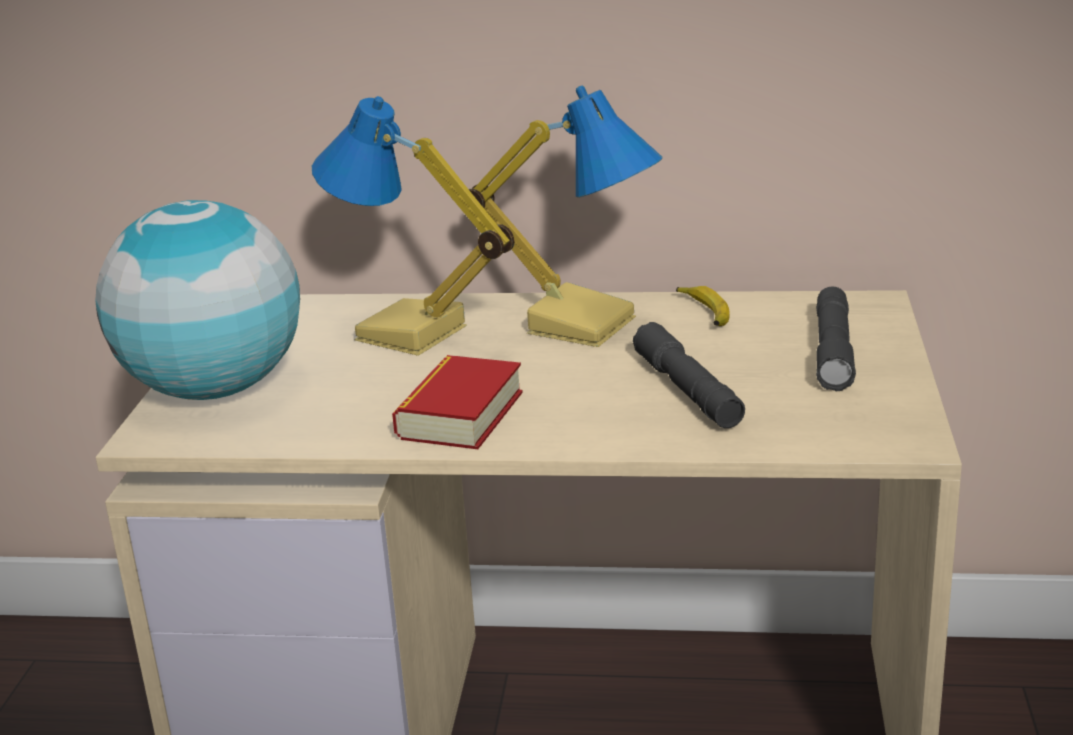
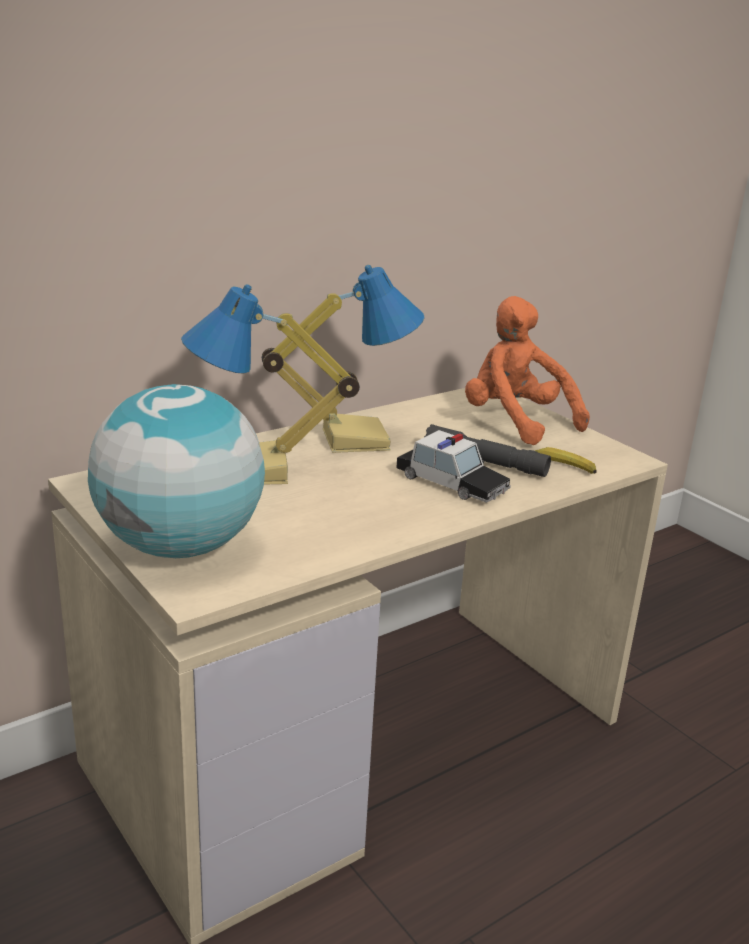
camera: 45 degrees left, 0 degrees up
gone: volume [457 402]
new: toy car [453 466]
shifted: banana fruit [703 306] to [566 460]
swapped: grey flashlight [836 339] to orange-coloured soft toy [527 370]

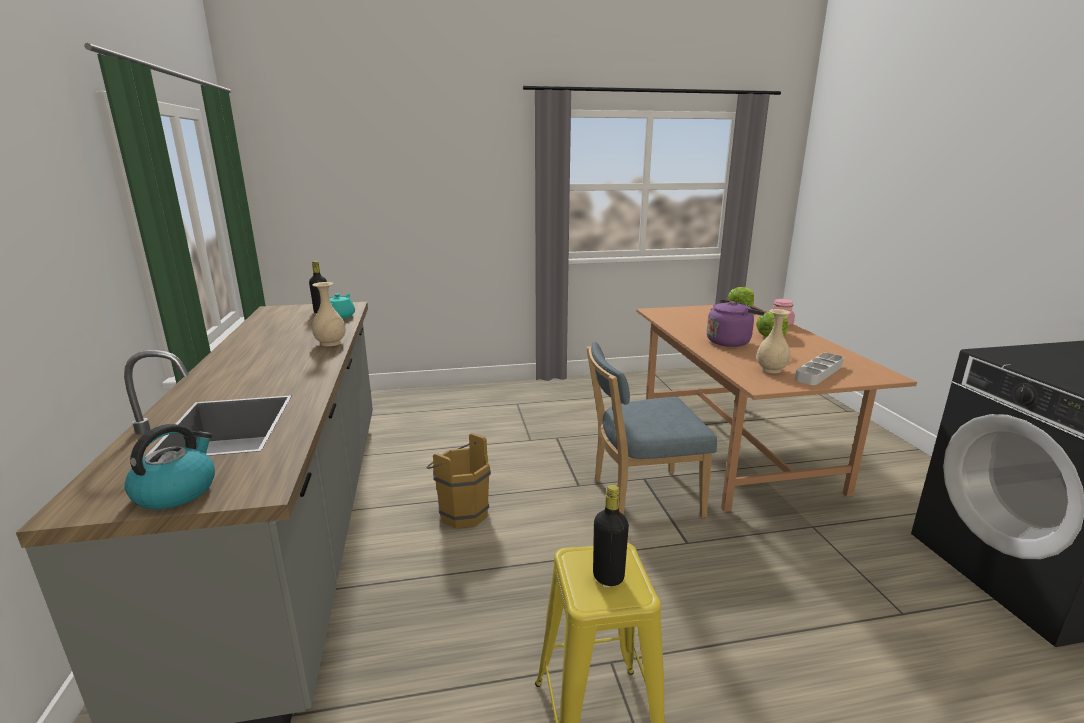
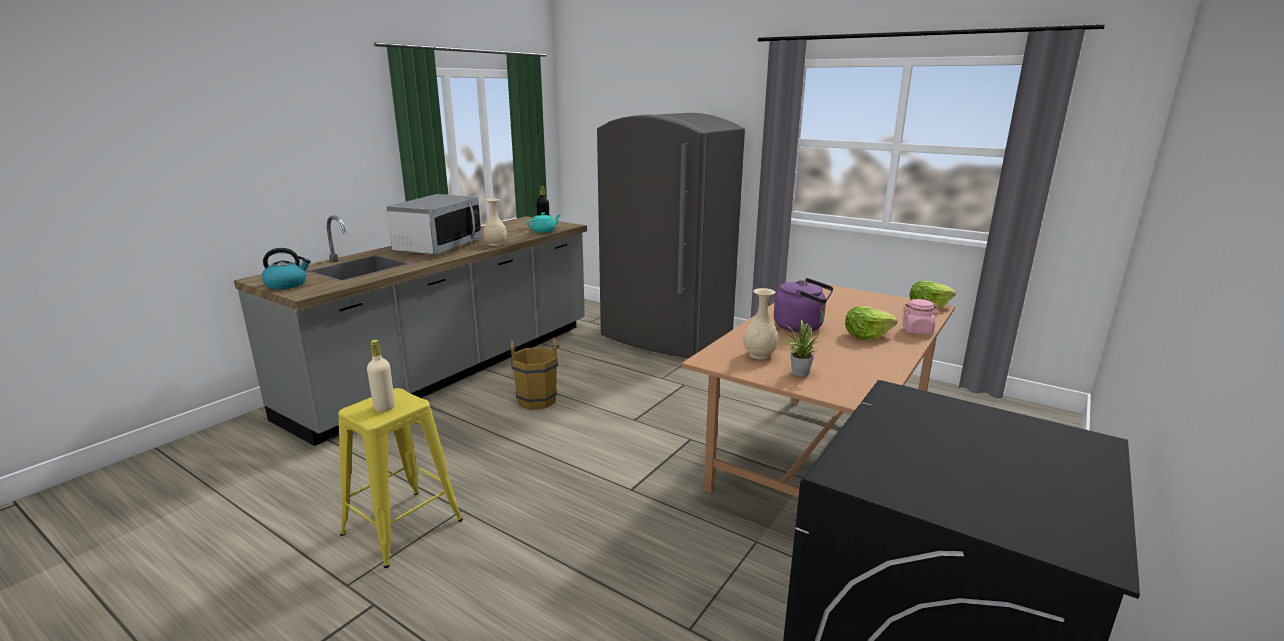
camera: 45 degrees right, 0 degrees up
gone: bluish upright chair [652 429]
new: microwave oven [434 224]; grey fridge [671 235]
swapped: grey serving tray [819 369] to potted plant [803 348]
repainted: black-coloured drink bottle [611 535] to beige drink bottle [381 375]

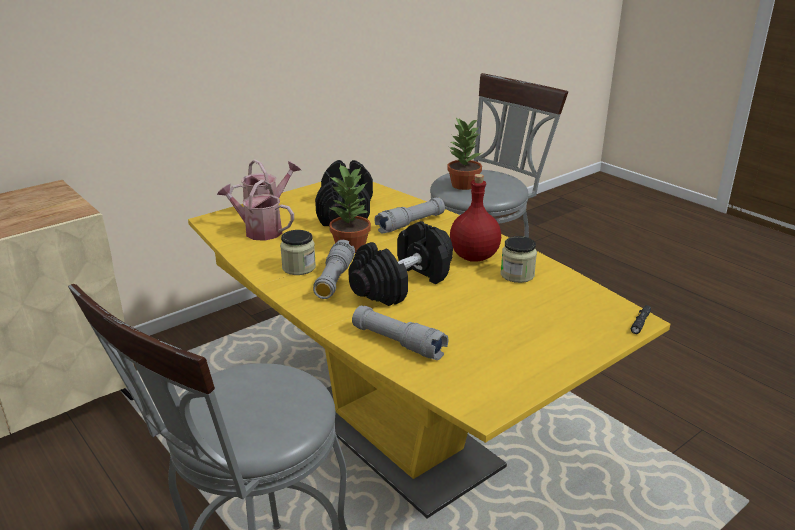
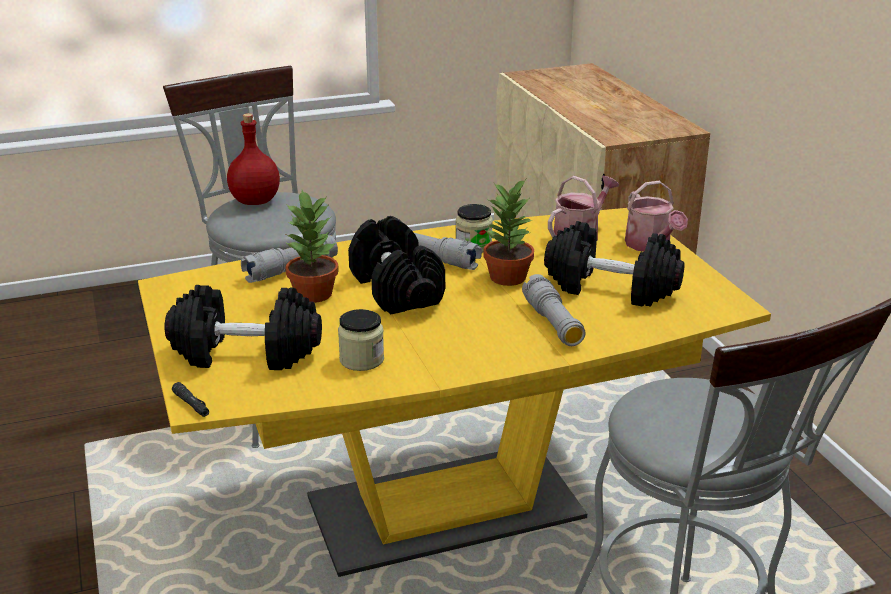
camera: 110 degrees right, 0 degrees up
new: black-coloured free weight [243 327]
shifted: potted plant [465 153] to [312 246]; red-coloured drink bottle [475 218] to [253 159]

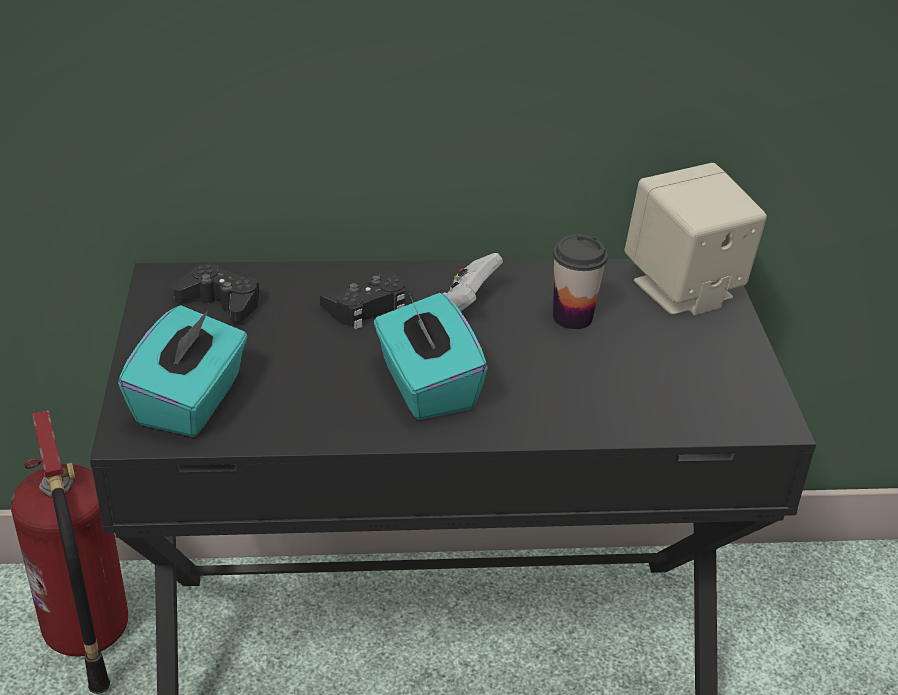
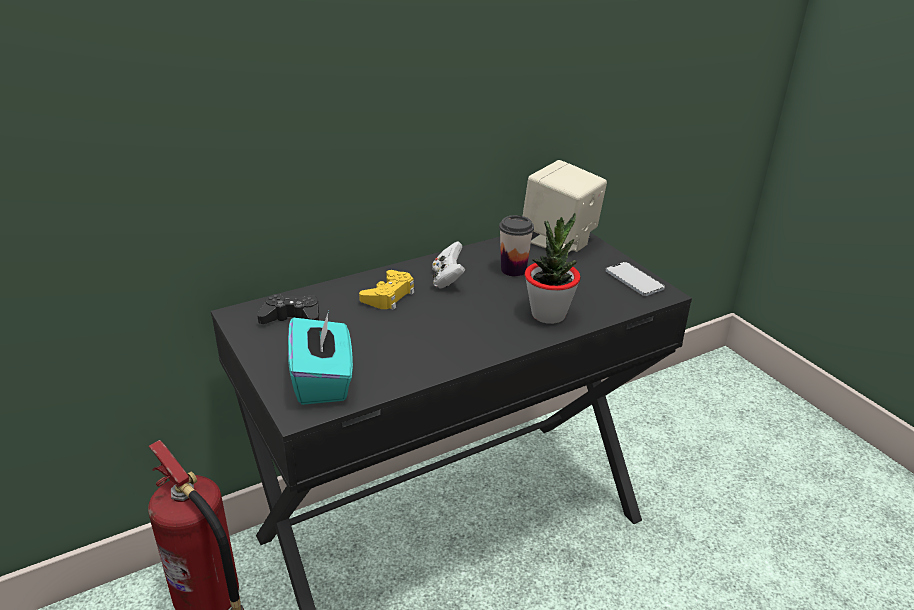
camera: 25 degrees left, 5 degrees down
gone: turquoise tissue holder [431 356]
new: potted plant [553 268]; handset [635 279]
repainted: black-coloured game controller [363 299] to yellowish game controller [387 290]

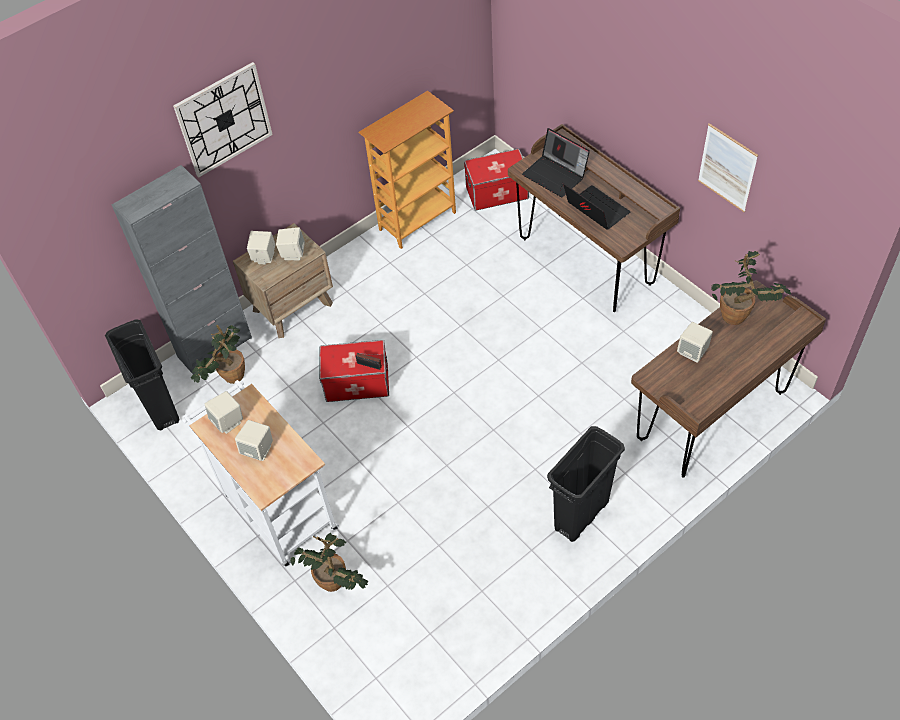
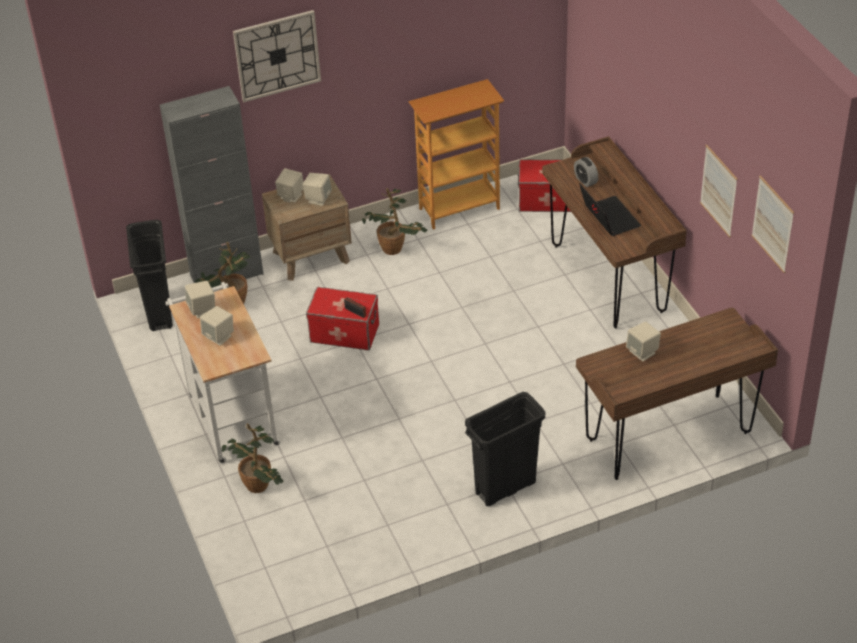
camera: 15 degrees right, 10 degrees down
new: wall art [773 224]
shifted: potted plant [751 288] to [395 221]
swapped: portable computer [556 162] to bedside clock [586 172]

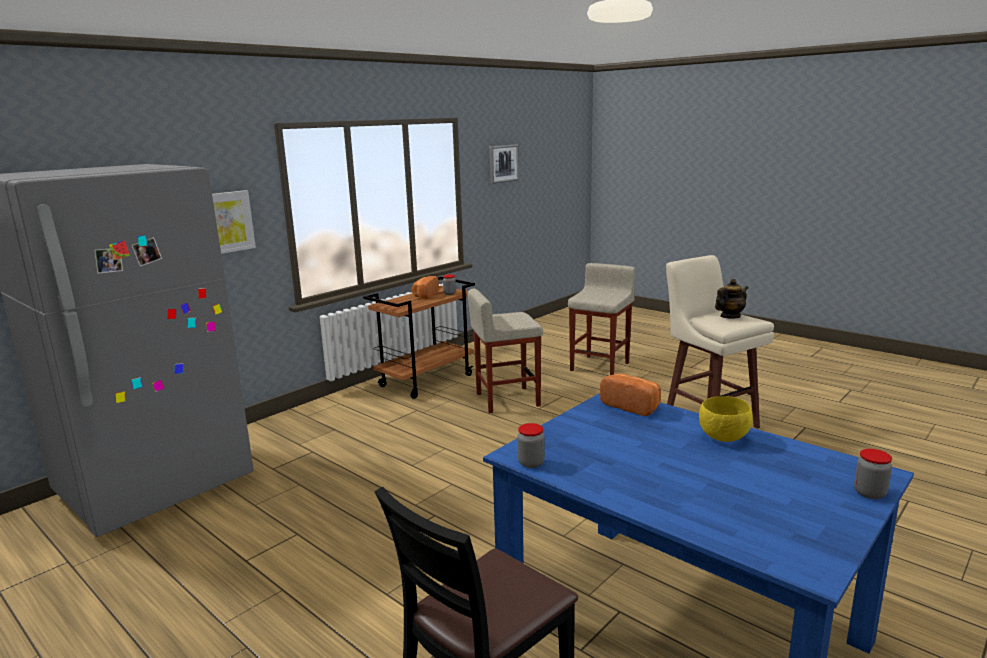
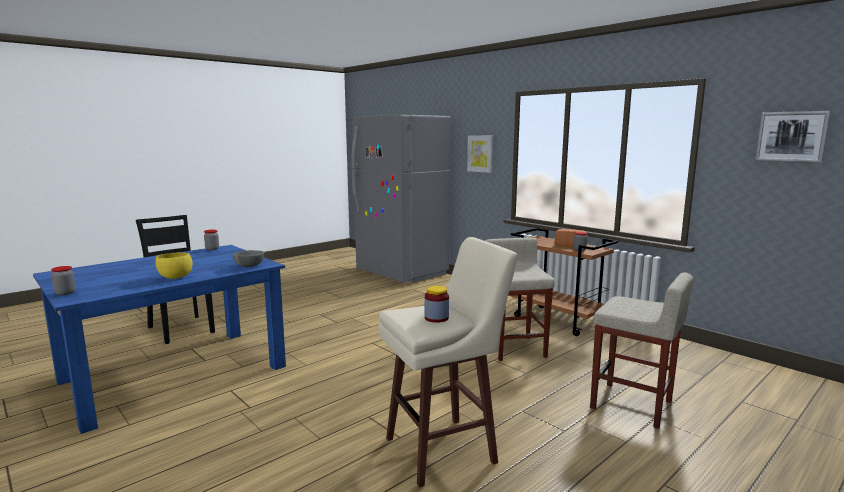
camera: 95 degrees right, 5 degrees down
swapped: bakery bread [630 395] to grey bowl [248 258]; pot for tea [731 298] to preserve jar [437 304]

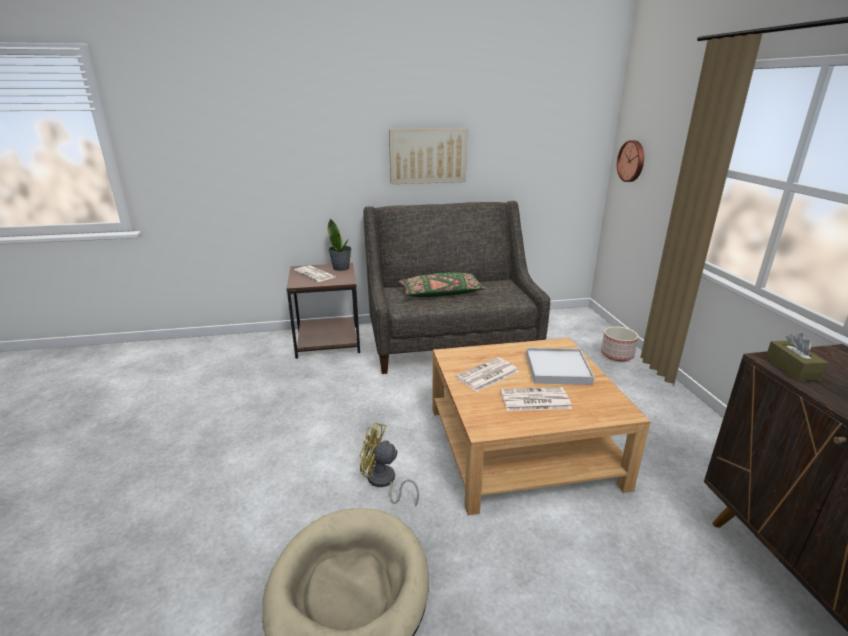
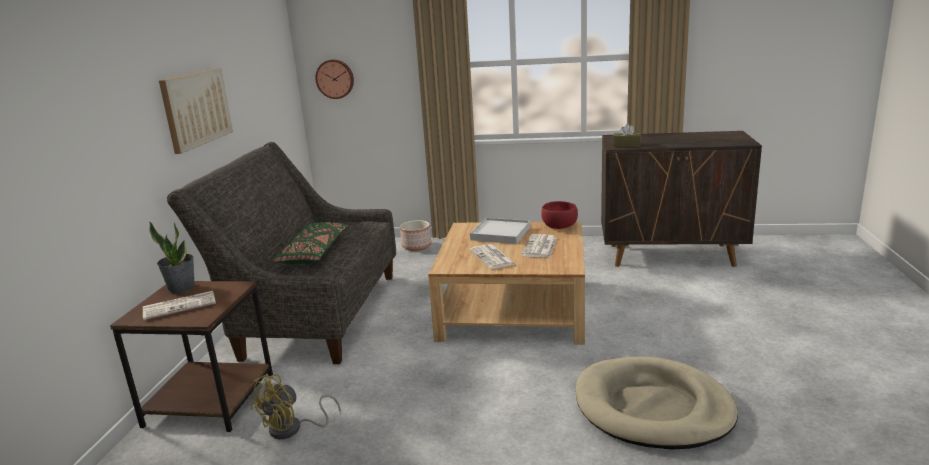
camera: 70 degrees left, 5 degrees down
new: red-coloured bowl [559 215]
shifted: yellowish fan [389 464] to [296 406]

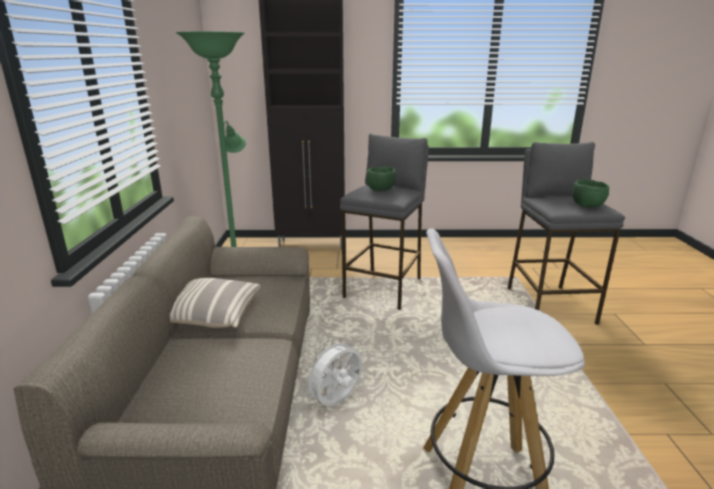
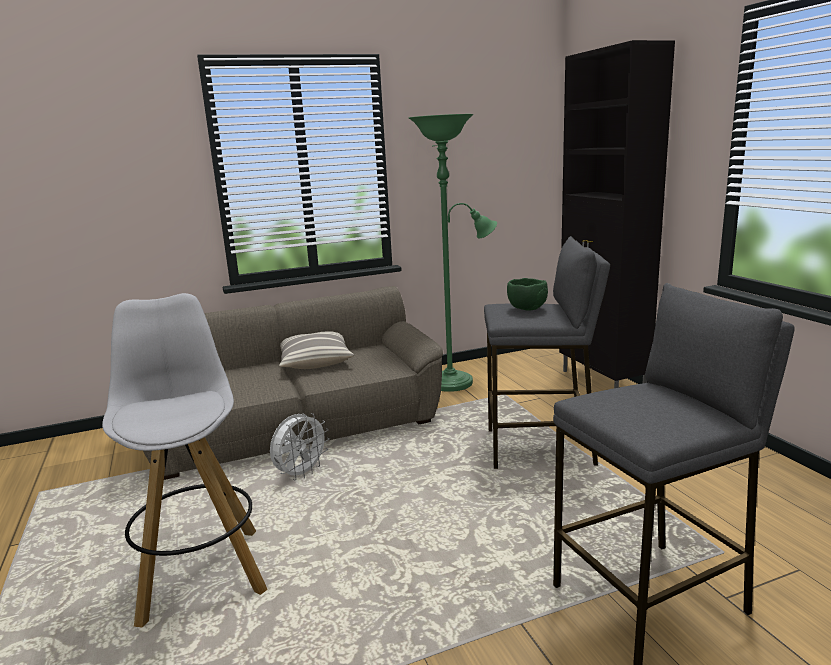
camera: 70 degrees right, 5 degrees down
gone: green bowl [590 193]
rotated: whitish fan [332 372] = [299 446] 105 degrees clockwise

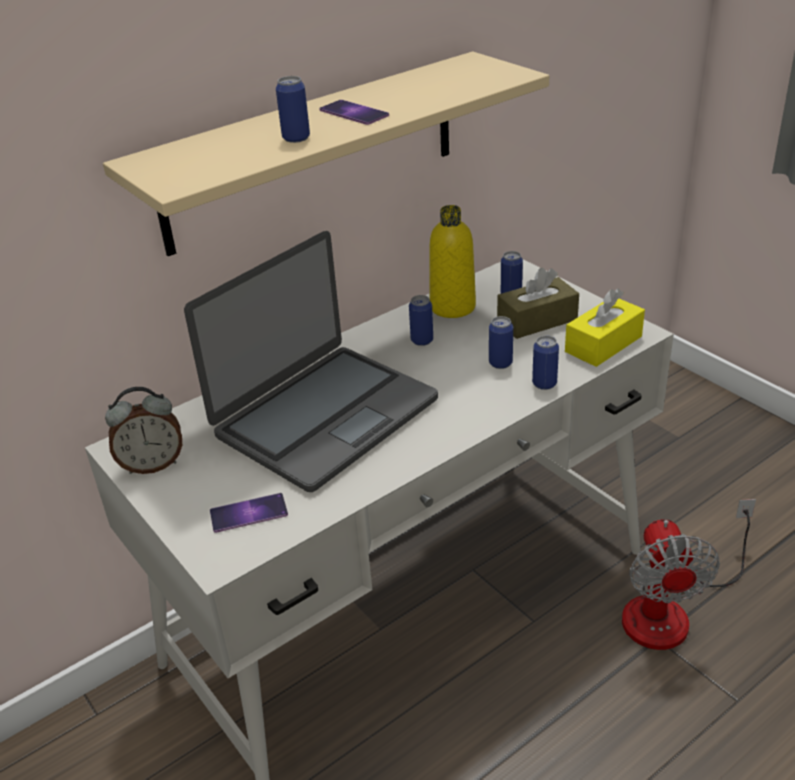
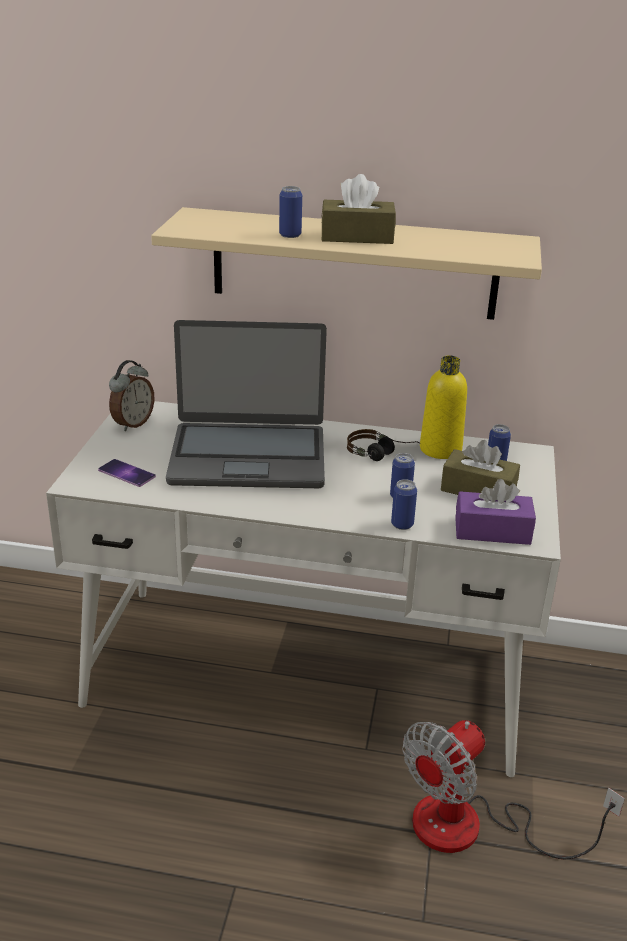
camera: 45 degrees right, 5 degrees down
swapped: handset [354 112] to brown tissue holder [358 209]; sealed can [421 320] to pair of headphones [383 445]
repainted: yellowish tissue holder [605 328] to purplish tissue holder [495 512]
rotated: bedside clock [143 430] = [132 395] 90 degrees counterclockwise

